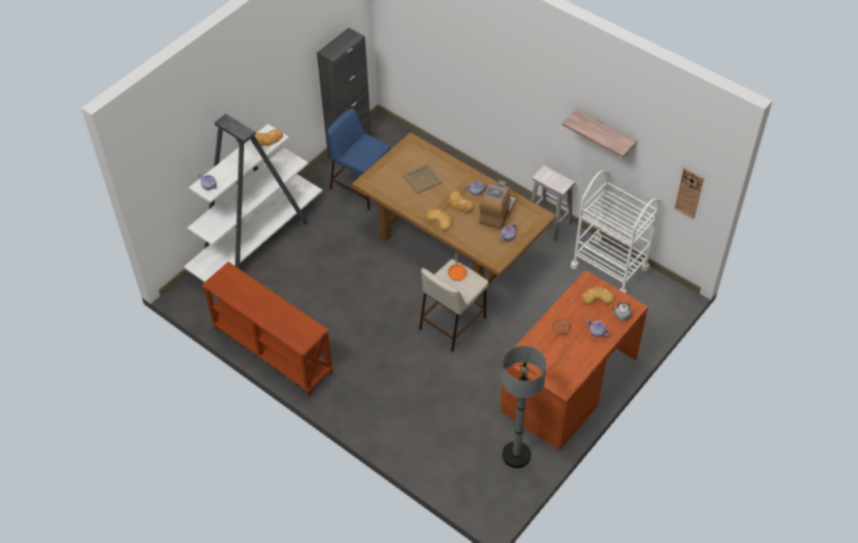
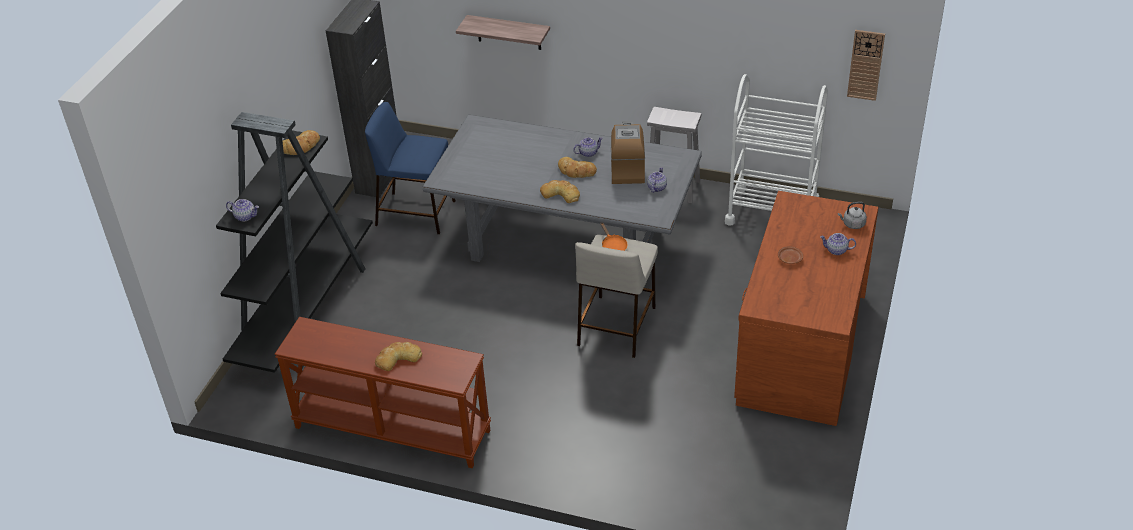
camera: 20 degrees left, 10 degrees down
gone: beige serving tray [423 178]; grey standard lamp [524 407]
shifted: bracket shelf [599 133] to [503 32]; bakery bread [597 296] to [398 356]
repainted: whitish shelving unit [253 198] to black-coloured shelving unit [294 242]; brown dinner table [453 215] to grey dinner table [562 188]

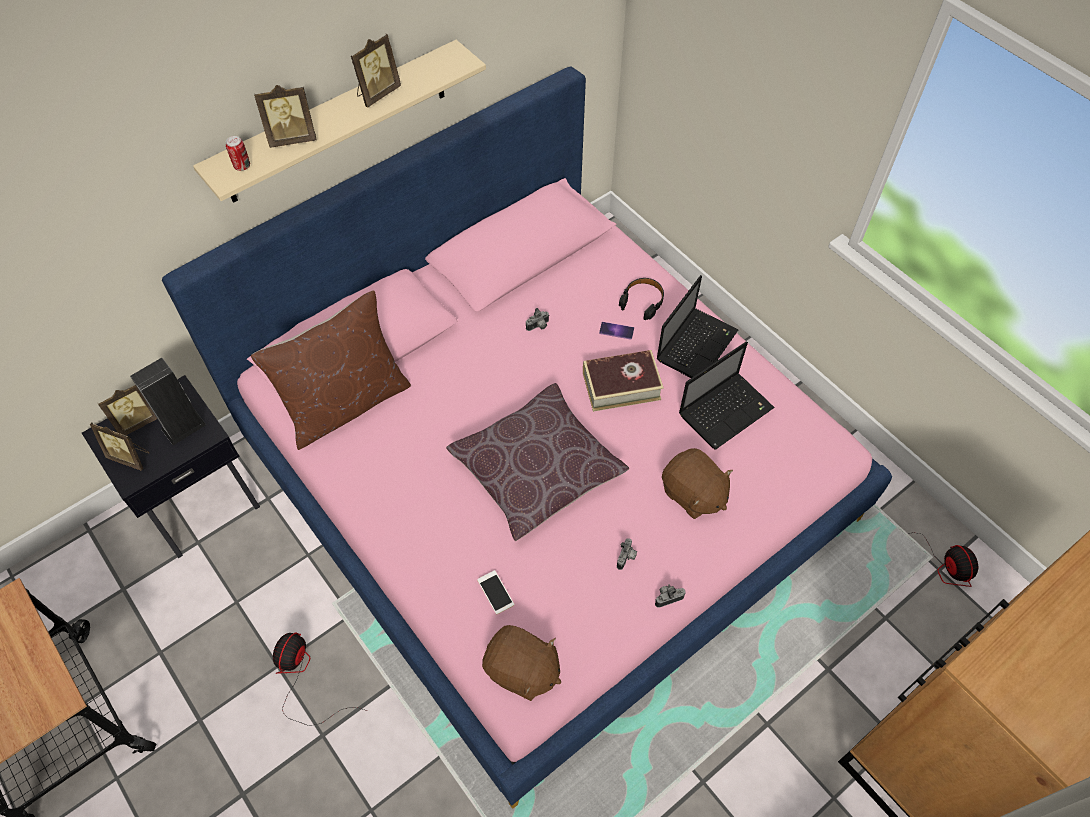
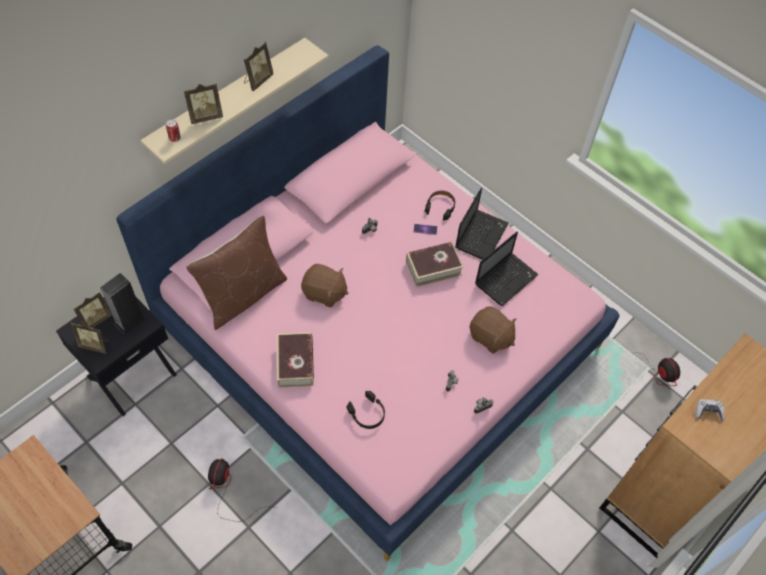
camera: 10 degrees left, 0 degrees up
gone: brown pillow [537 462]
new: volume [295 360]; game controller [710 409]
shifted: brown soft toy [521 663] to [325 286]
swapped: handset [495 592] to black-coloured pair of headphones [366 410]

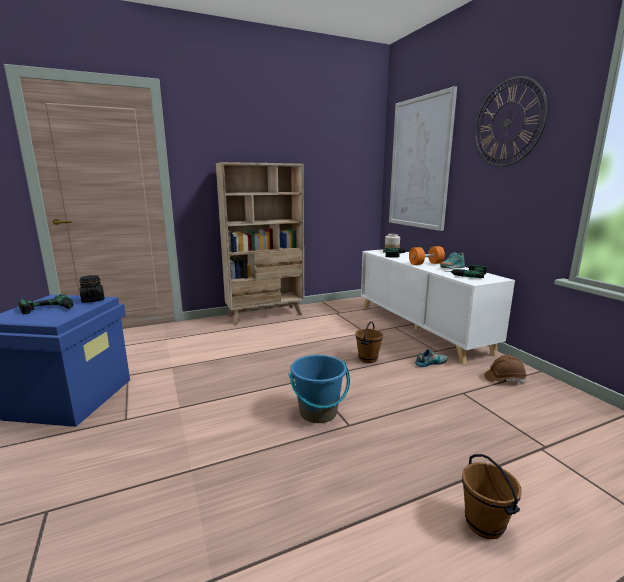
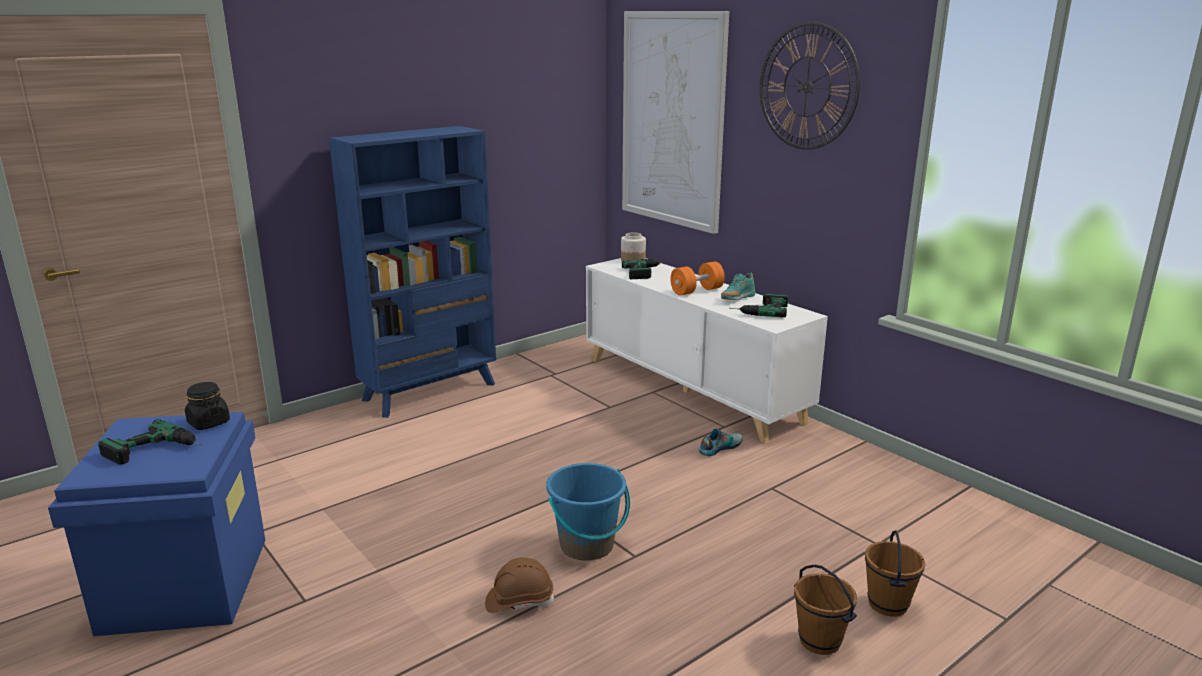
camera: 15 degrees left, 5 degrees up
shifted: brown water bucket [369 342] to [895 573]; brown hard hat [505 369] to [519 585]
repainted: beige shelving unit [260 243] to bluish shelving unit [412 272]

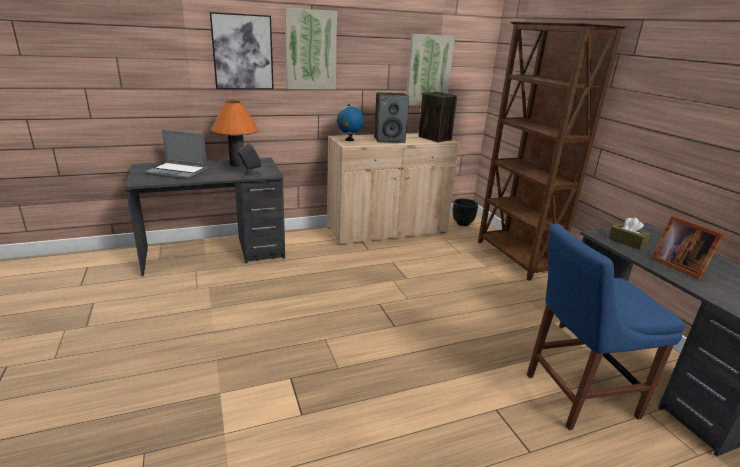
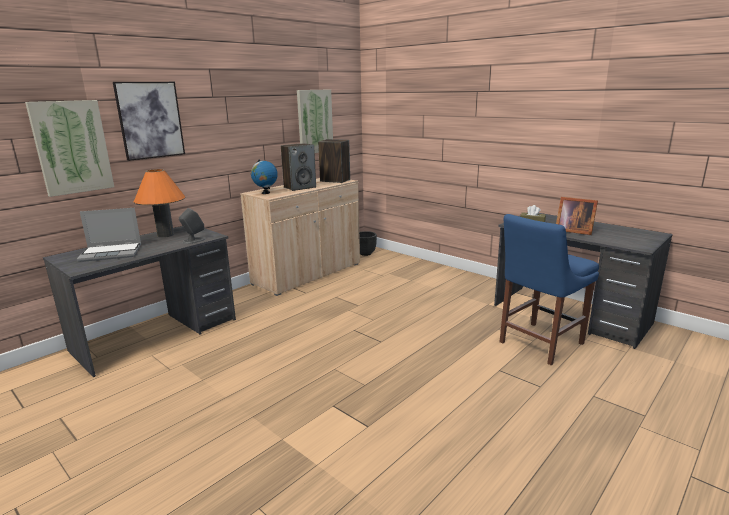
camera: 25 degrees left, 5 degrees down
gone: brown shelving unit [552 151]
shifted: wall art [311 48] to [69 148]

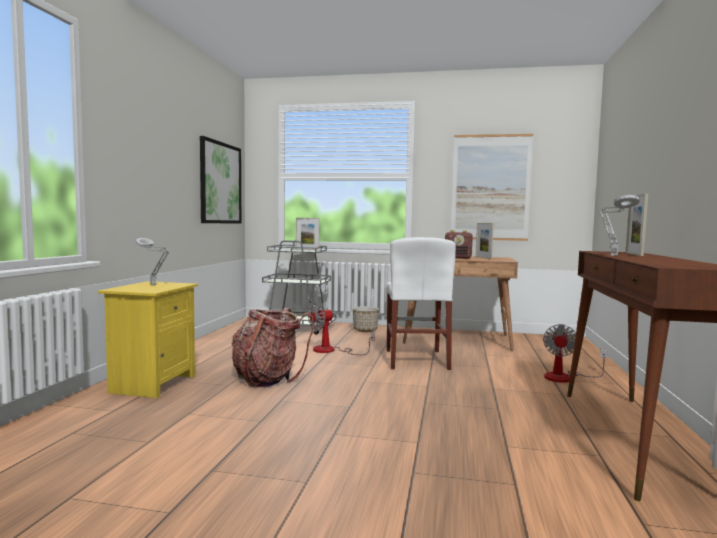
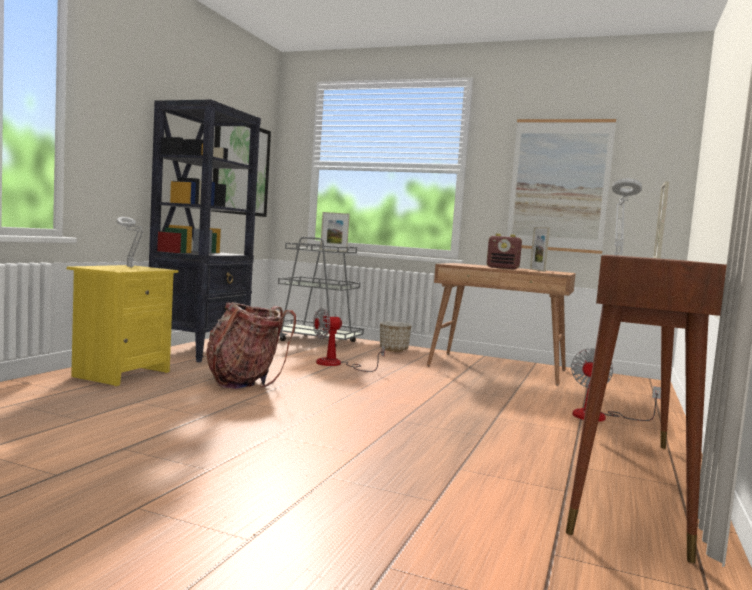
camera: 10 degrees right, 0 degrees up
gone: whitish upright chair [421 303]
new: black-coloured shelving unit [205 230]

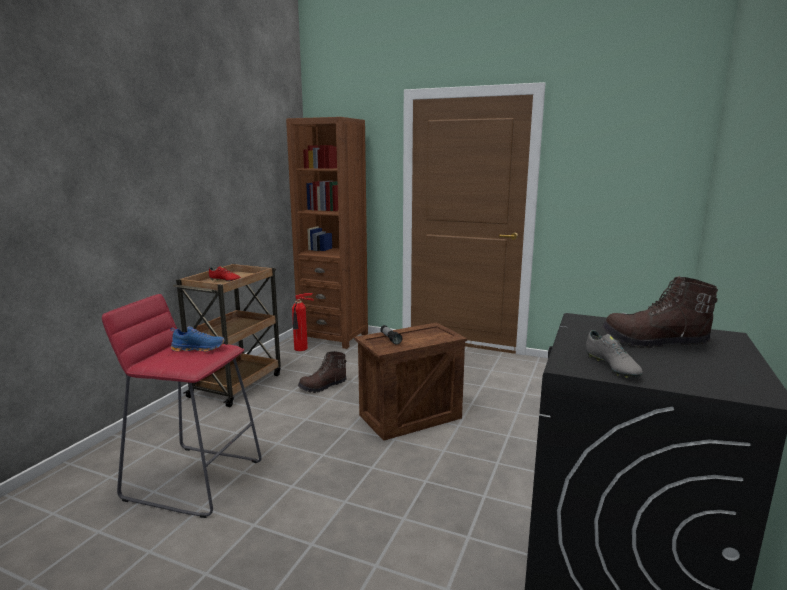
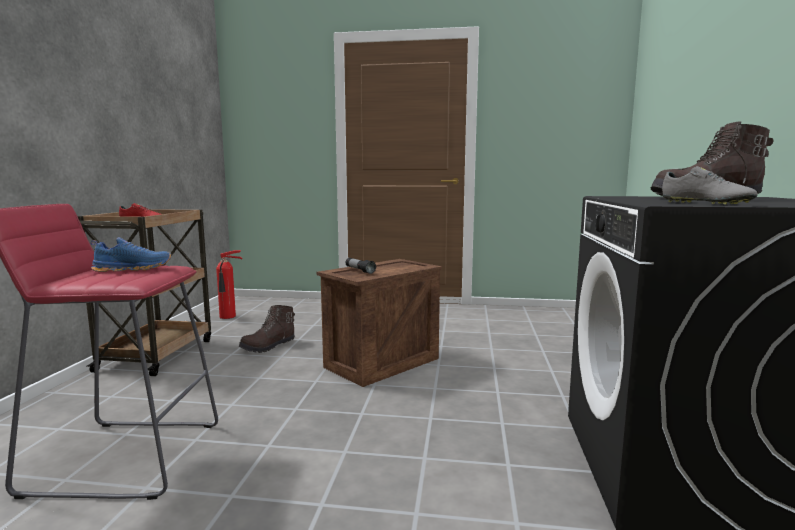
camera: 15 degrees left, 5 degrees down
gone: brown shelving unit [327 233]

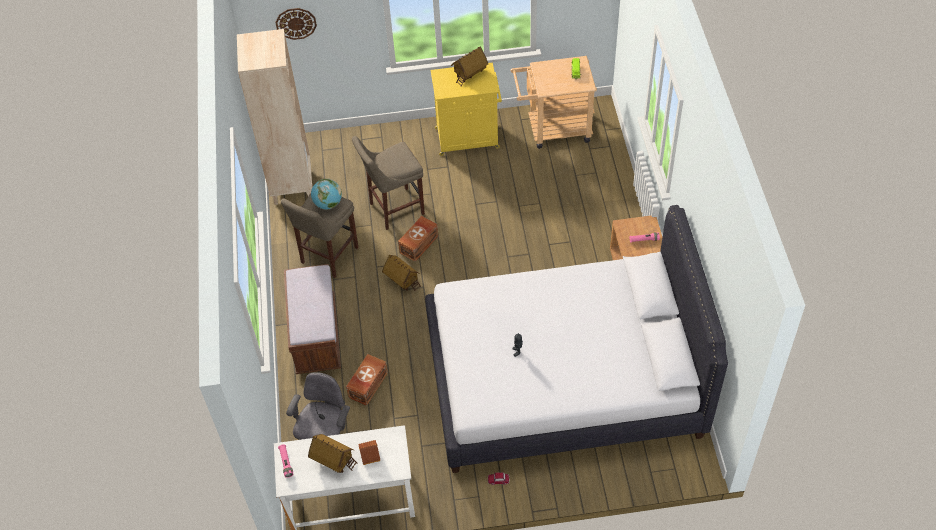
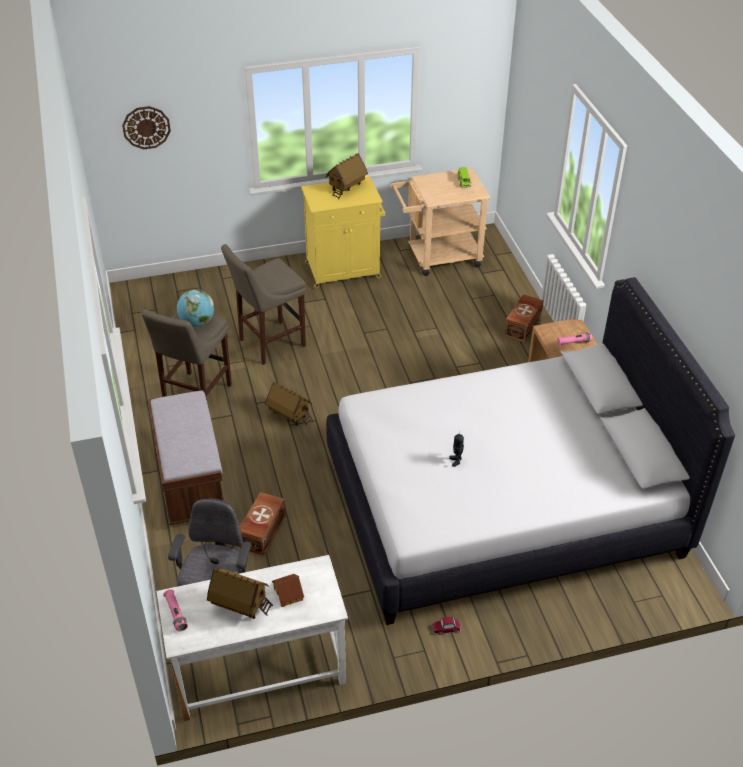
camera: 10 degrees left, 10 degrees down
gone: beige shelving unit [275 117]
shifted: brown storage container [418 239] to [524 318]

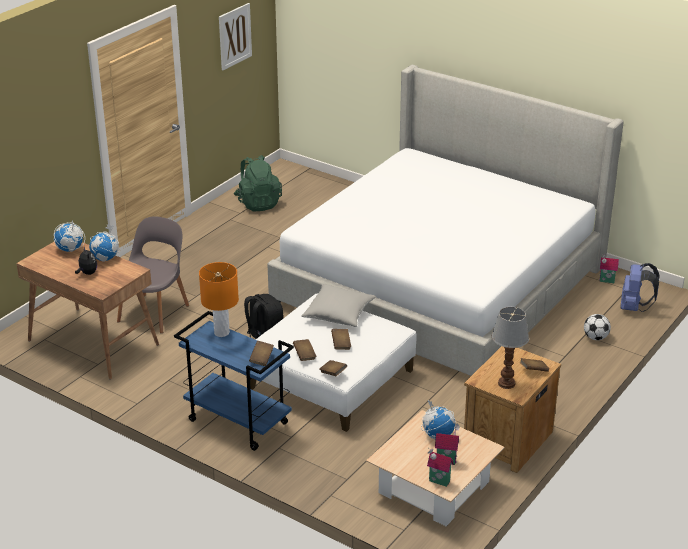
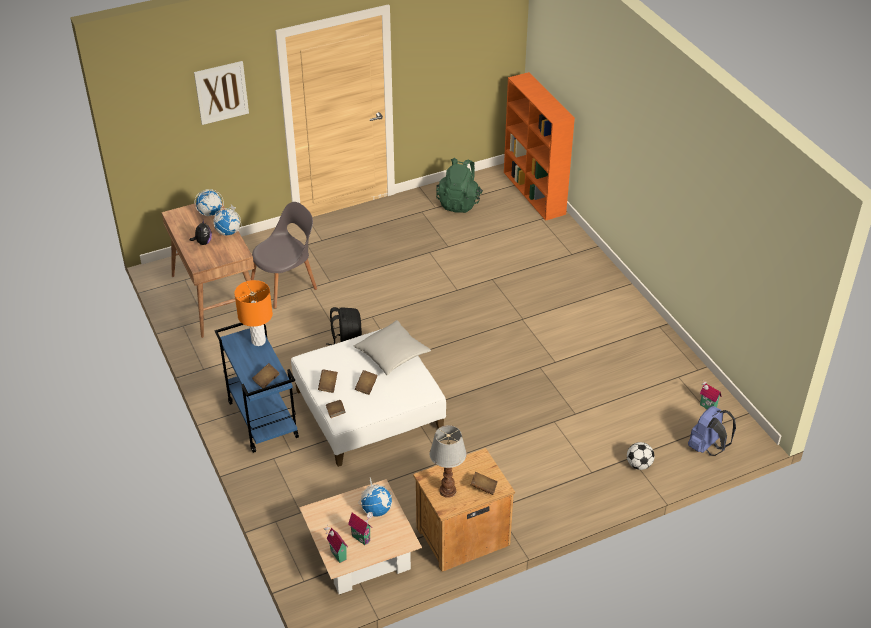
camera: 30 degrees right, 10 degrees up
gone: sleeping bed [445 220]
new: orange-coloured shelving unit [539 146]
shifted: wall art [235 36] to [221 93]

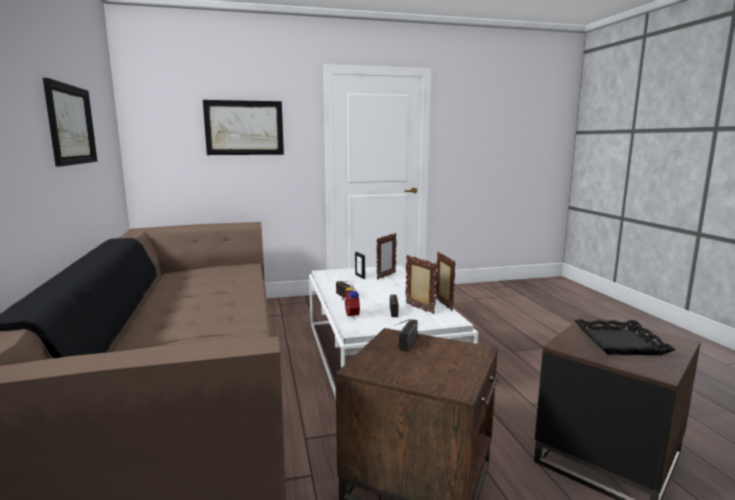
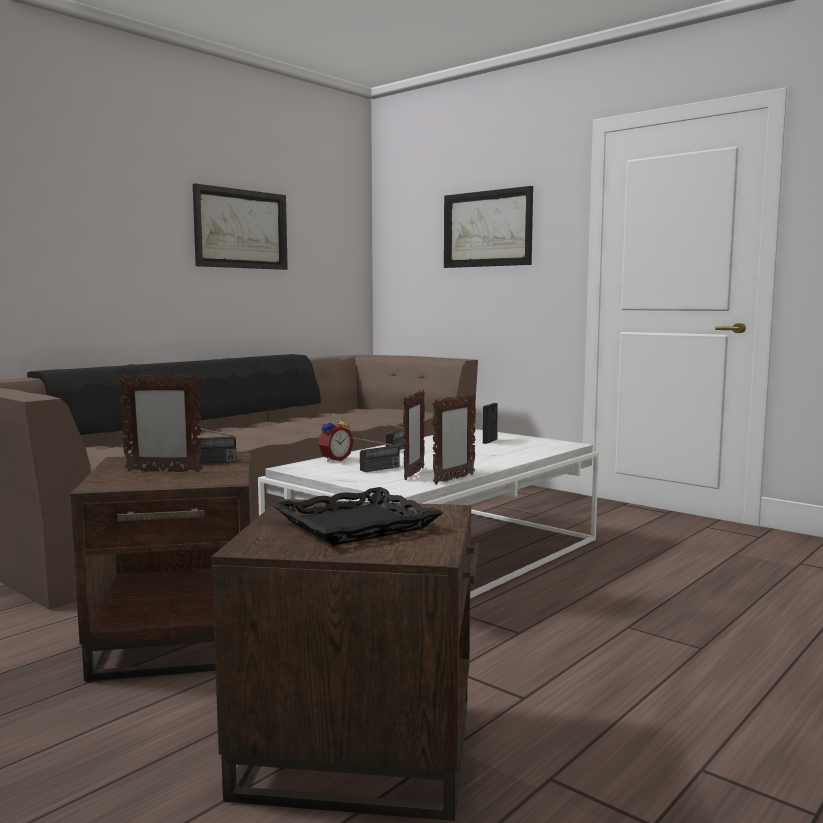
camera: 55 degrees right, 5 degrees down
shifted: picture frame [386 256] to [160 422]

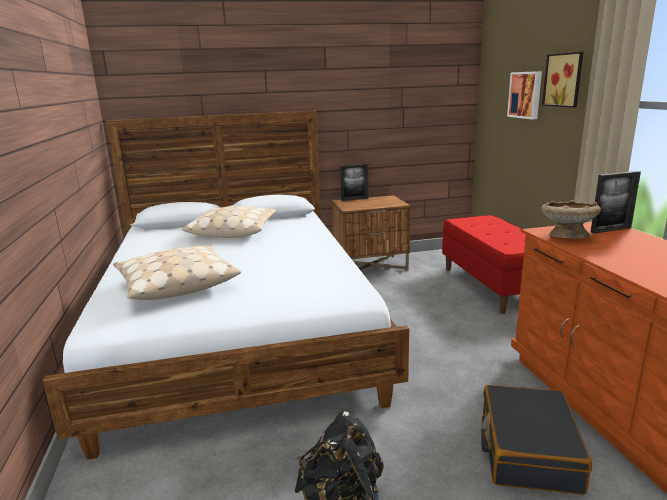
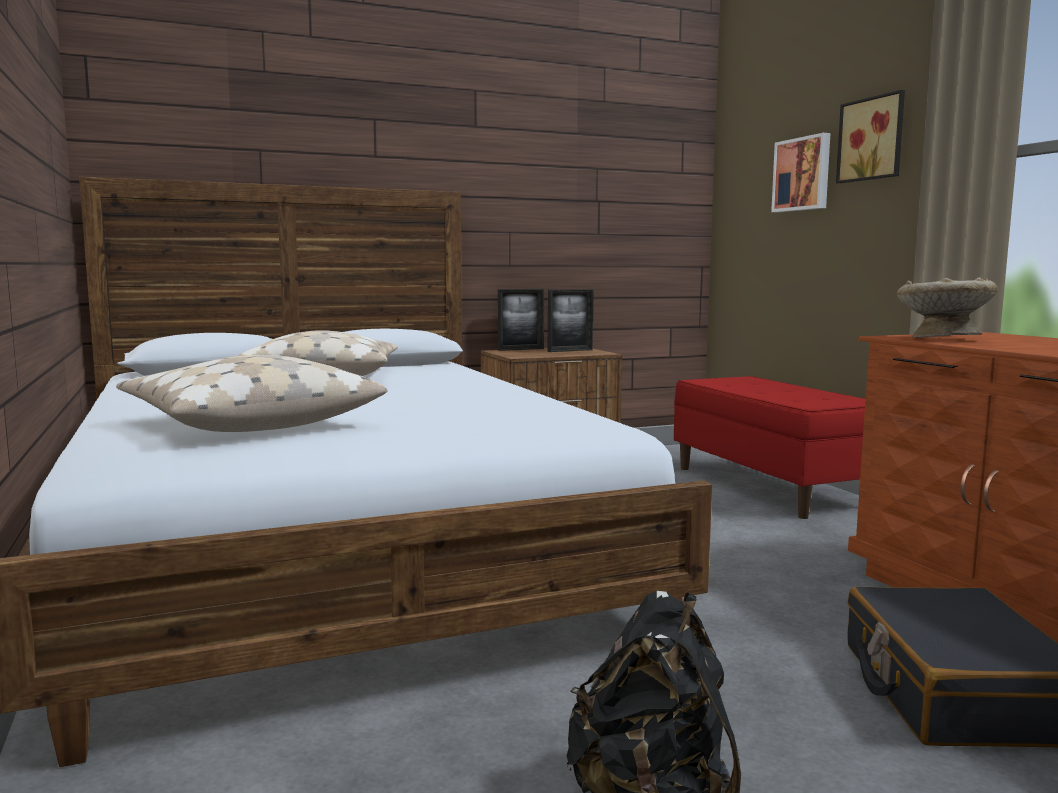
camera: 10 degrees left, 10 degrees down
shifted: picture frame [616 202] to [571 320]

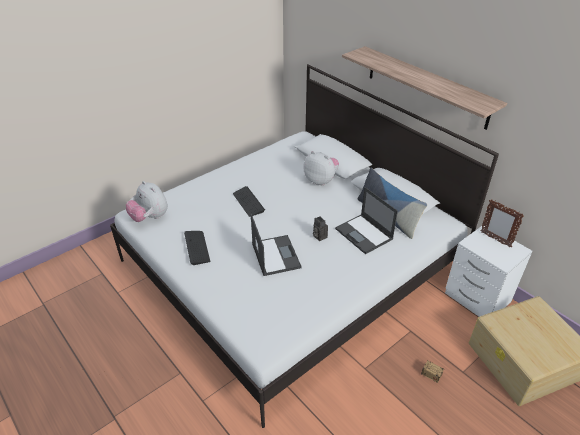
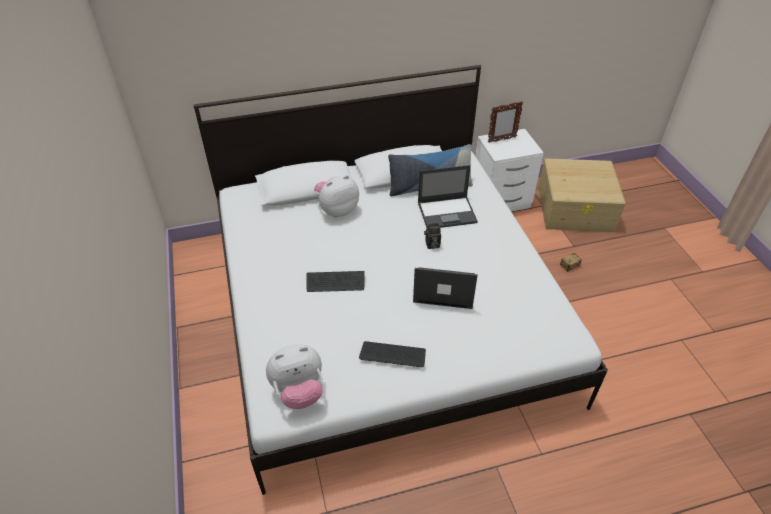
camera: 65 degrees left, 5 degrees up
gone: bracket shelf [424 88]

